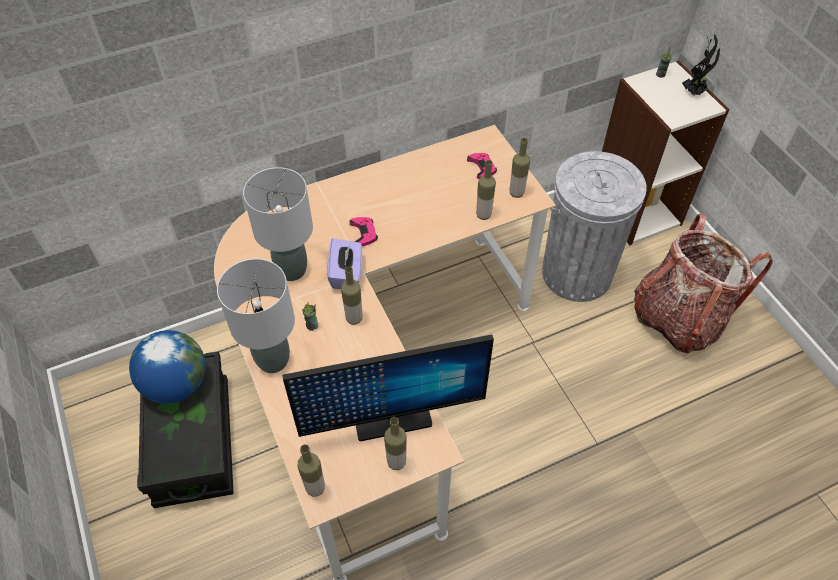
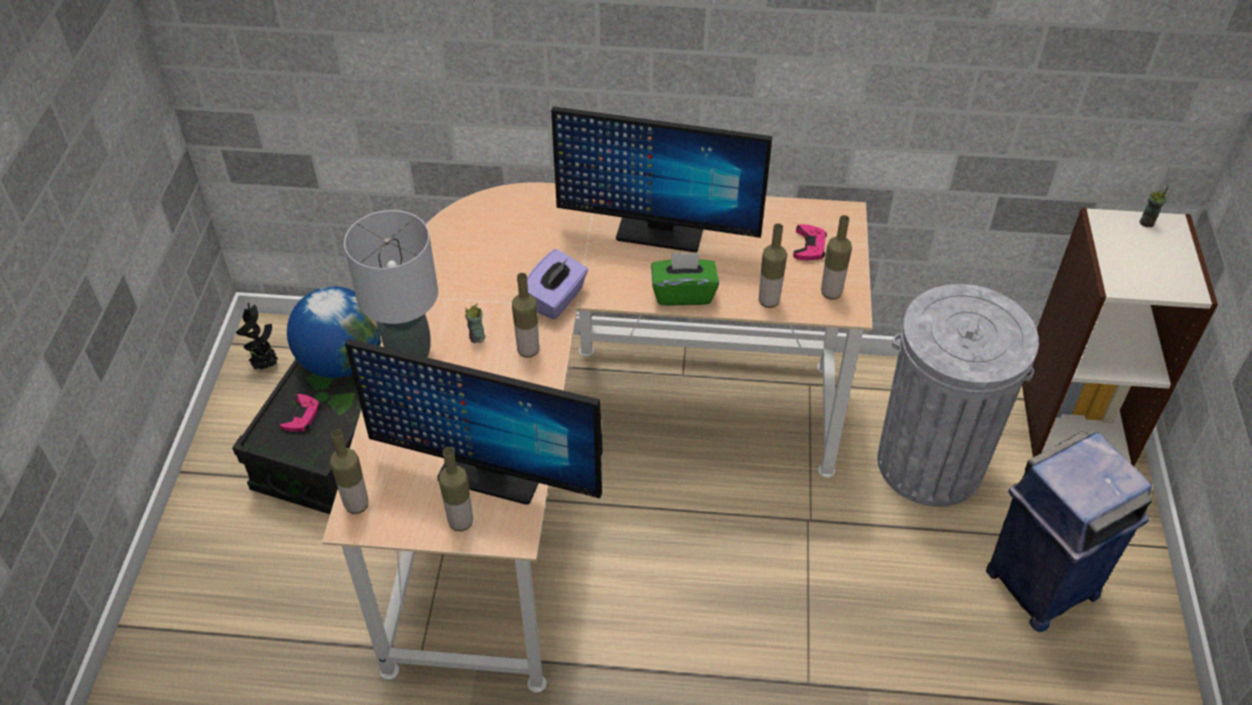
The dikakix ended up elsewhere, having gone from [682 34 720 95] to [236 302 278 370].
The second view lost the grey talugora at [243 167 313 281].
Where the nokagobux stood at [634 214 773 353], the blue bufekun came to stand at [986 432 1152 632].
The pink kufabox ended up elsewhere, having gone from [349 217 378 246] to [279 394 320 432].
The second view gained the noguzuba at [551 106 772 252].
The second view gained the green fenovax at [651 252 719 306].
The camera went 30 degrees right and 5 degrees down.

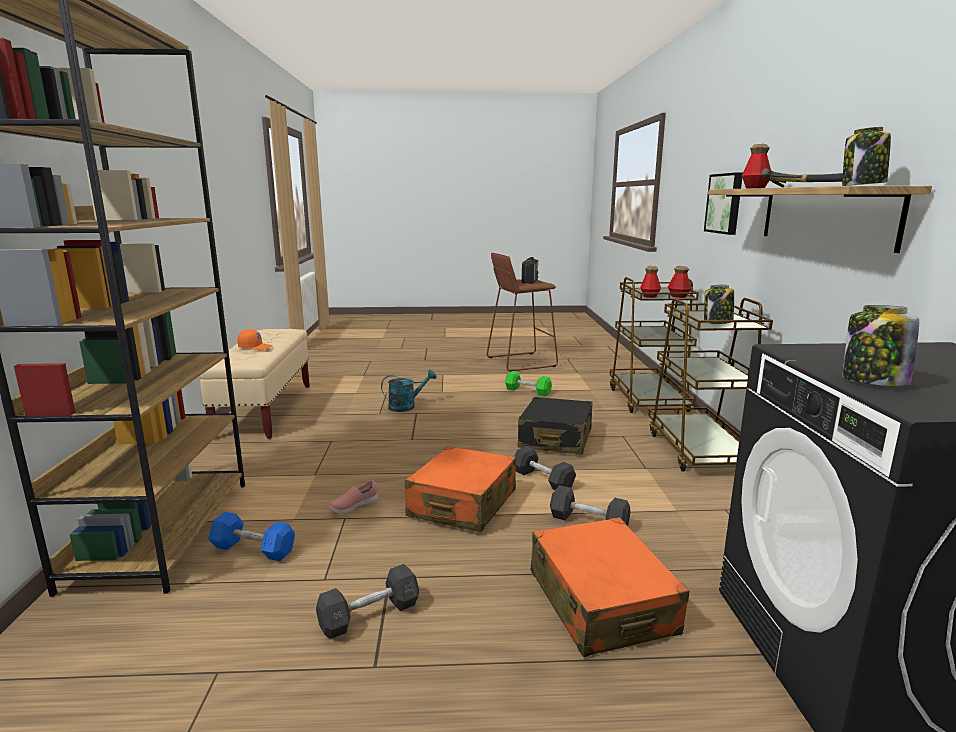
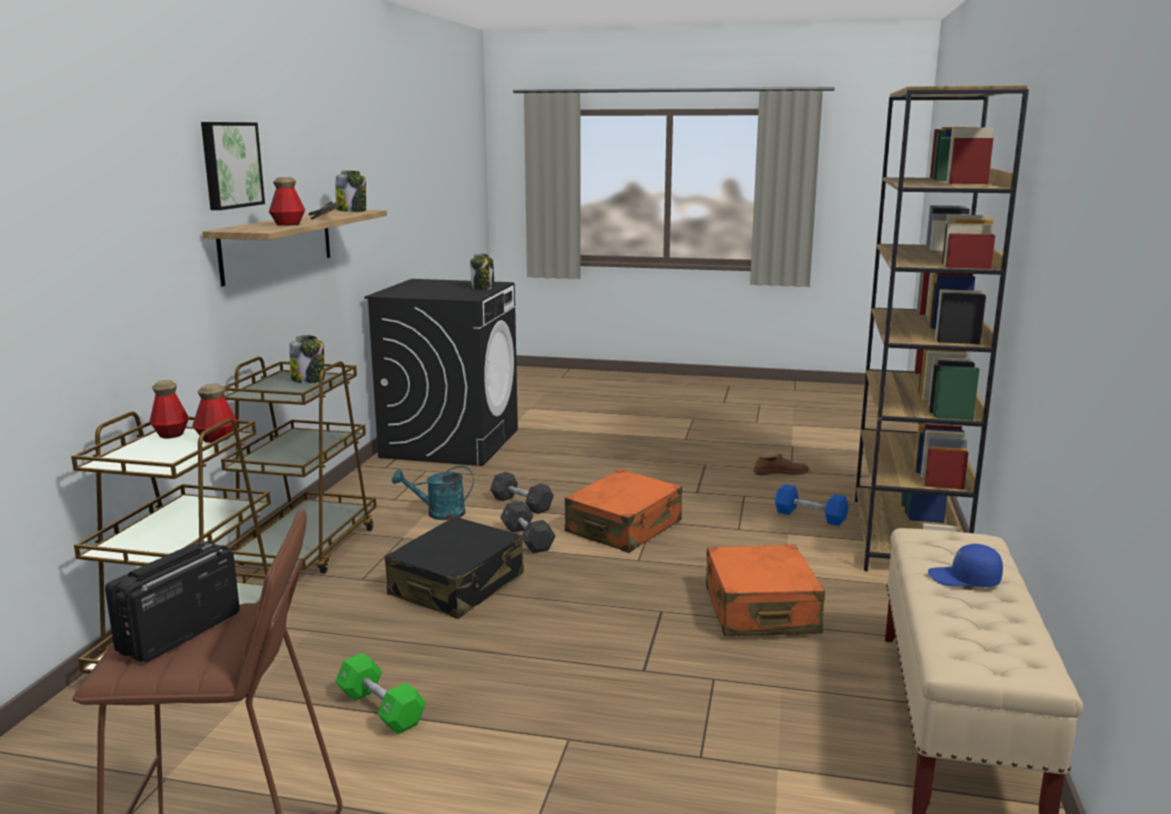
The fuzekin ended up elsewhere, having gone from [704 172 743 235] to [201 122 265 210].
What was the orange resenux at [238 329 273 350] turned into the blue resenux at [928 544 1003 587].
The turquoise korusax ended up elsewhere, having gone from [381 369 437 412] to [392 465 474 520].
The second view lost the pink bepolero at [329 480 378 514].
The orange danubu ended up elsewhere, having gone from [531 517 689 657] to [706 544 825 636].
The second view lost the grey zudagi at [316 564 419 639].
The second view gained the brown bepolero at [753 454 809 475].
The camera went 165 degrees left and 0 degrees up.

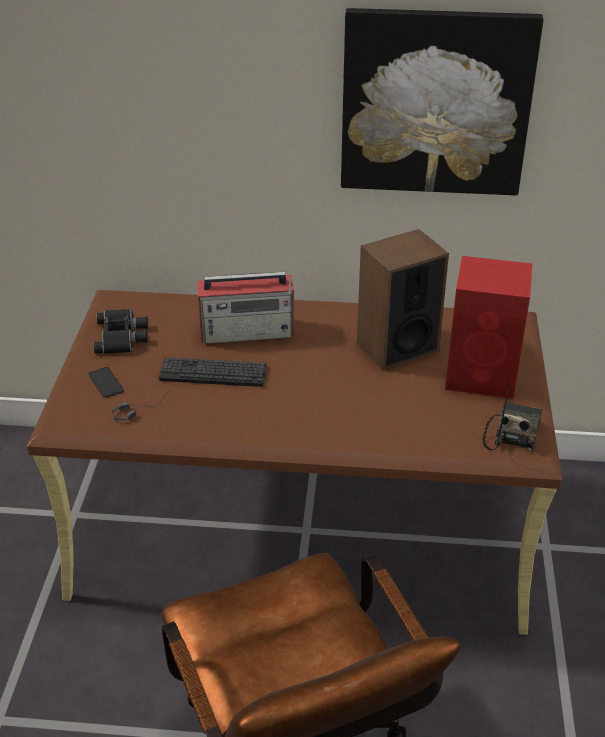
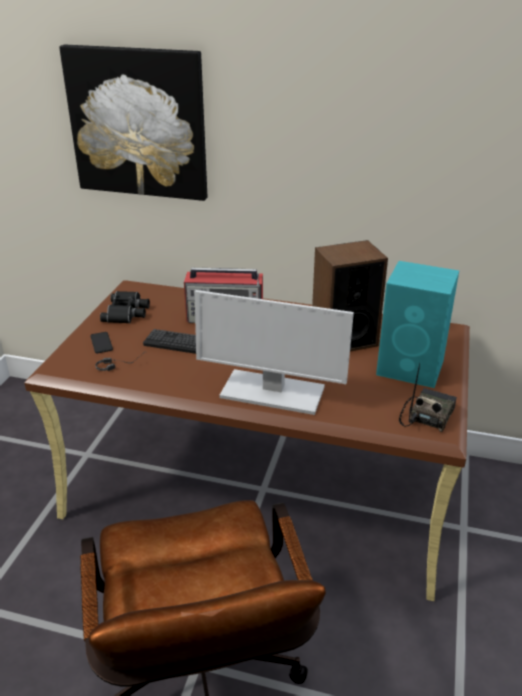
The fuzekin ended up elsewhere, having gone from [341 8 543 196] to [59 45 207 201].
What was the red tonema at [445 256 532 399] turned into the turquoise tonema at [376 261 459 388].
The second view gained the noguzuba at [195 290 354 415].
The camera went 10 degrees right and 5 degrees down.

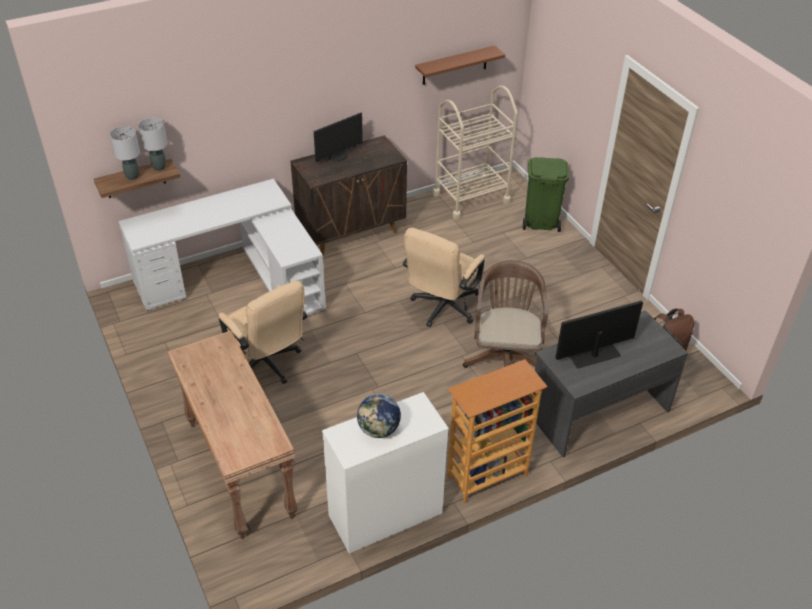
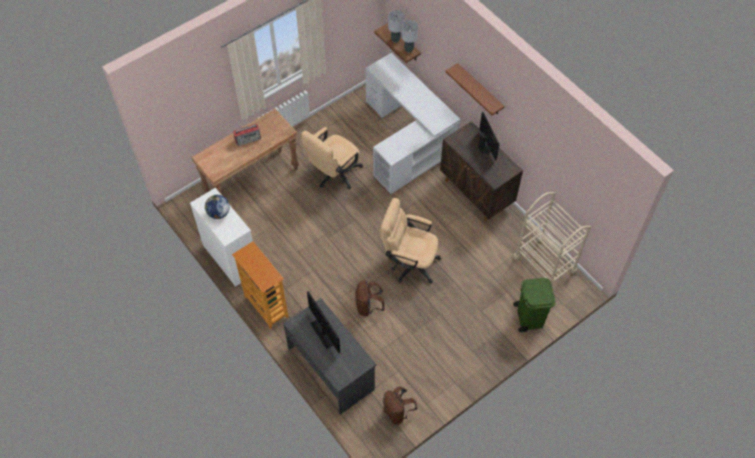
The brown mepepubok ended up elsewhere, having gone from [415 45 505 85] to [445 63 505 115].
The noguzuba at [314 112 363 162] ended up facing another way, 150 degrees counterclockwise from before.
Where the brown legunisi stood at [463 260 548 368], the brown nokagobux came to stand at [355 280 385 317].
The second view gained the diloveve at [233 124 261 146].
The camera went 80 degrees right and 15 degrees up.

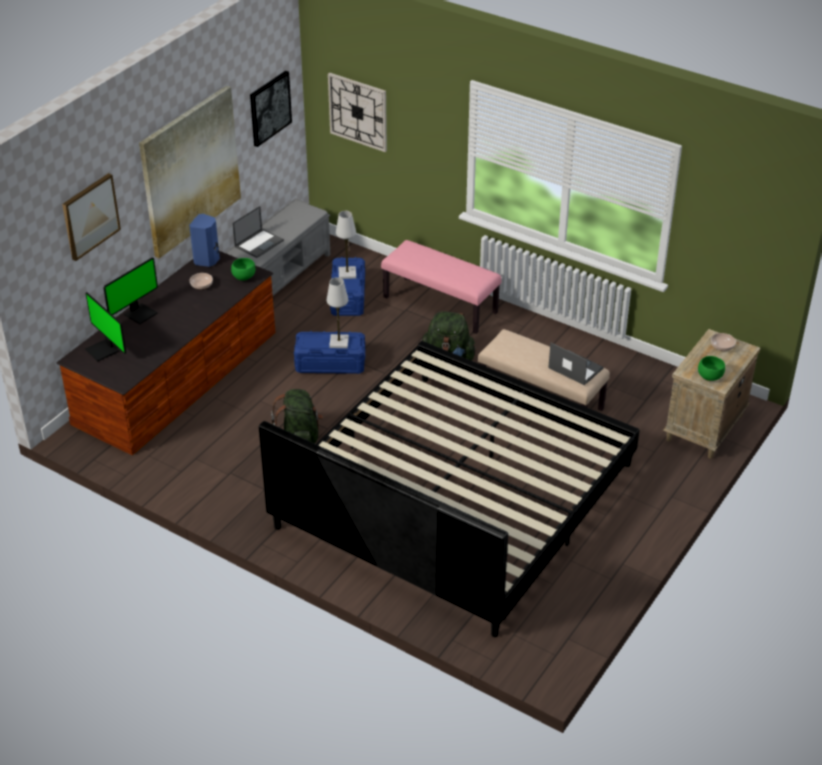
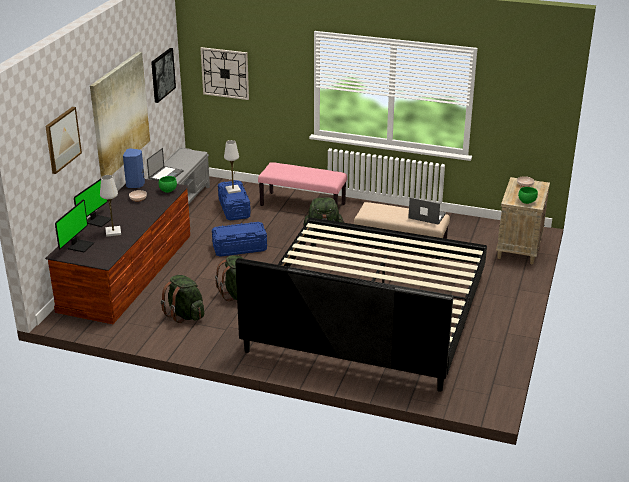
The white talugora ended up elsewhere, having gone from [327 277 349 348] to [100 175 121 237].
The noguzuba at [85 292 126 361] ended up facing another way, 105 degrees counterclockwise from before.
The second view gained the green nokagobux at [161 275 204 323].
The camera went 15 degrees left and 10 degrees down.

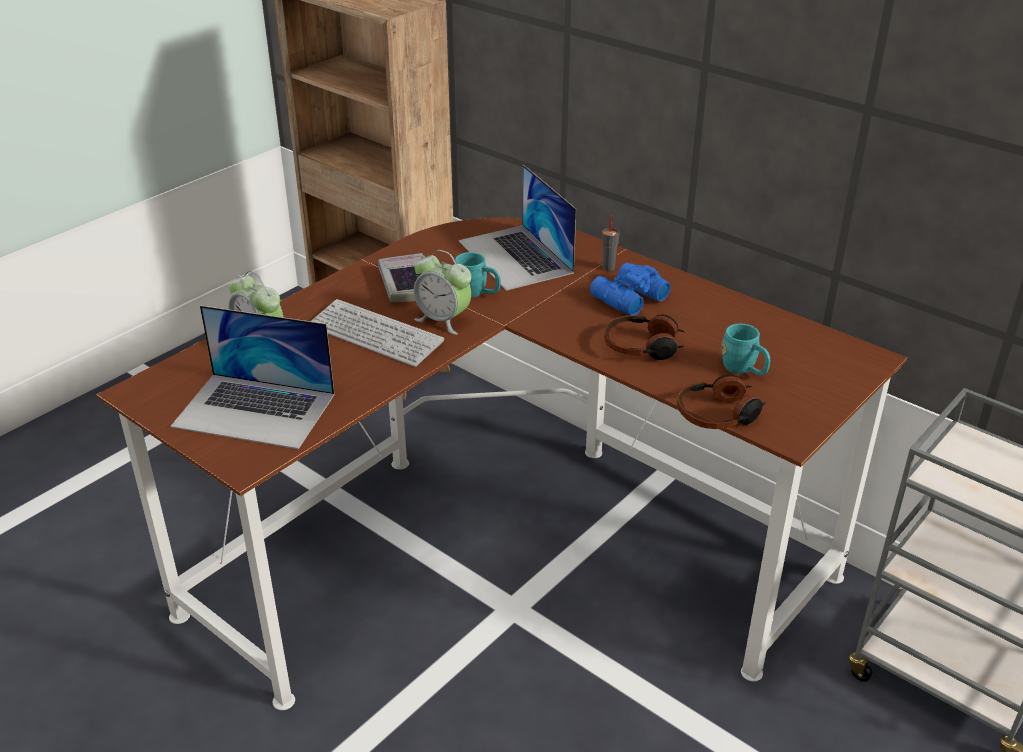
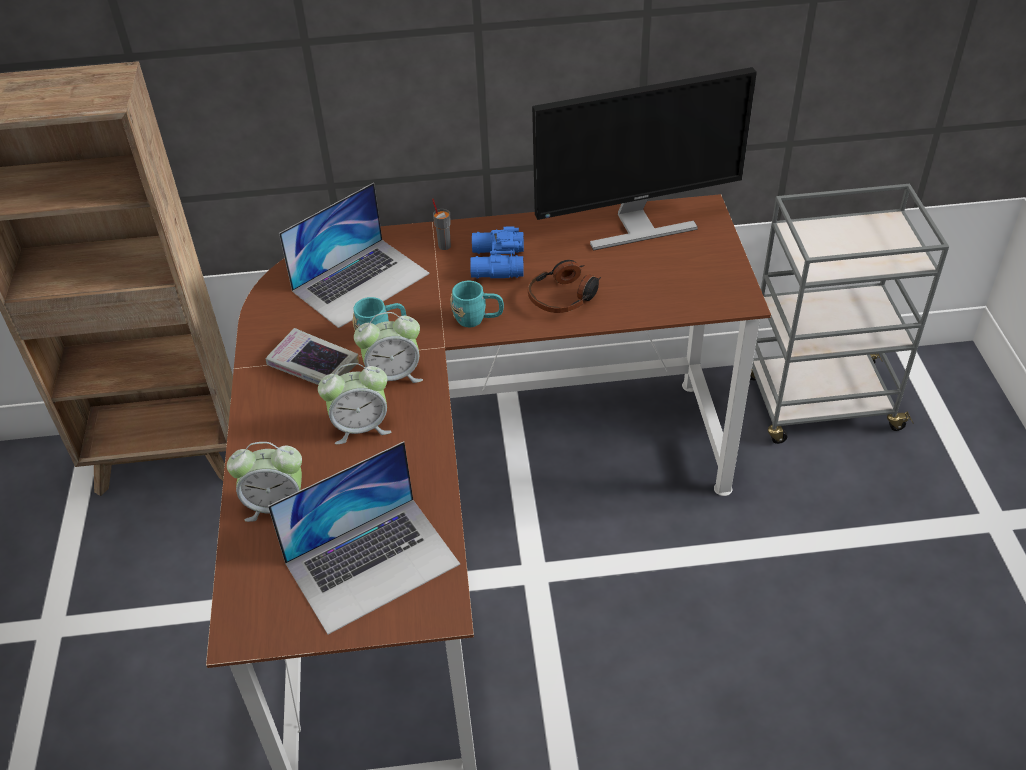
The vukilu at [459 165 576 291] ended up facing another way, 60 degrees counterclockwise from before.
Where the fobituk stood at [311 299 444 367], the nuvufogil came to stand at [318 363 392 444].
The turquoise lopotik ended up elsewhere, having gone from [721 324 770 375] to [450 281 504 327].
The second view lost the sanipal at [677 374 767 429].
The second view gained the noguzuba at [532 67 757 251].
The camera went 45 degrees left and 10 degrees up.

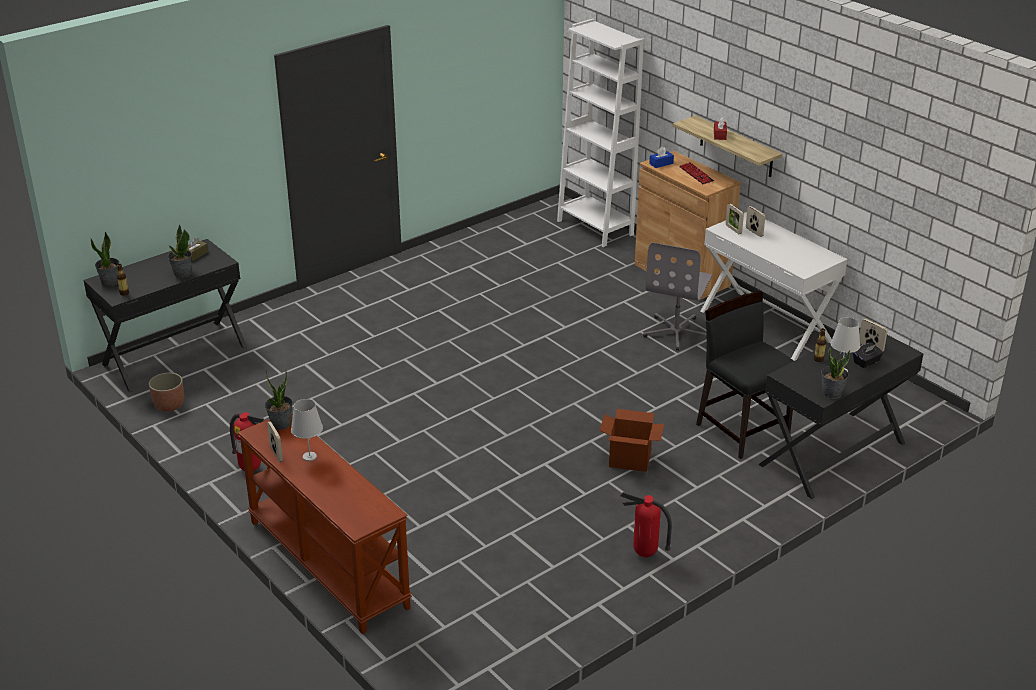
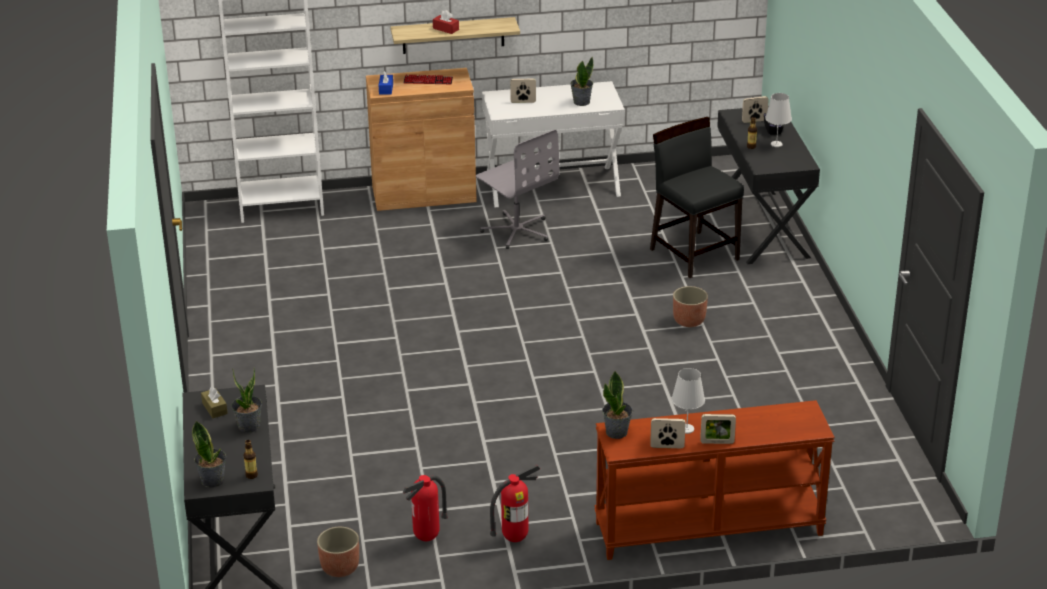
The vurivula ended up elsewhere, having gone from [726 203 744 234] to [700 414 736 444].
The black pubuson at [696 291 794 459] ended up facing another way, 60 degrees clockwise from before.
The dikakix ended up elsewhere, having gone from [821 347 850 399] to [570 56 593 106].
Where the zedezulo stood at [600 409 664 472], the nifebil came to stand at [673 286 708 327].
The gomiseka ended up elsewhere, having gone from [620 492 672 557] to [403 475 448 541].
The camera went 60 degrees left and 0 degrees up.

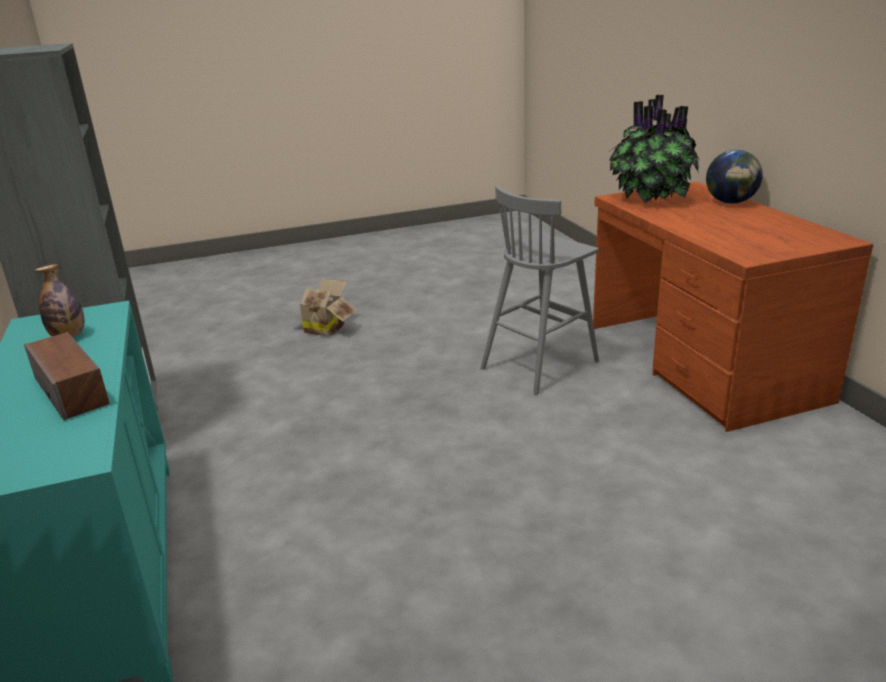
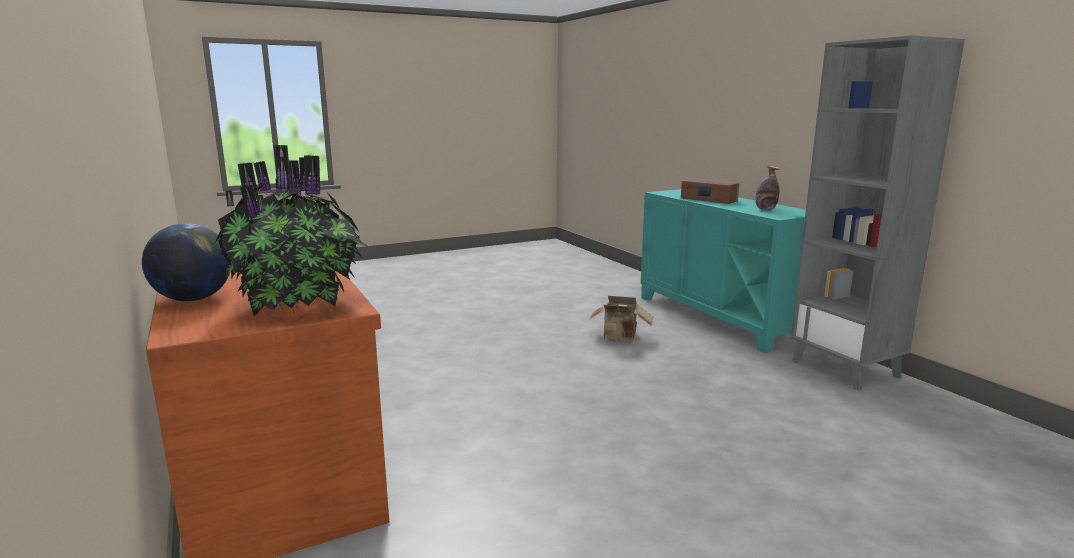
The second view lost the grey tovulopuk at [481 186 599 395].
The zedezulo ended up elsewhere, having gone from [292 278 357 337] to [589 296 653 341].
The camera went 170 degrees right and 10 degrees down.

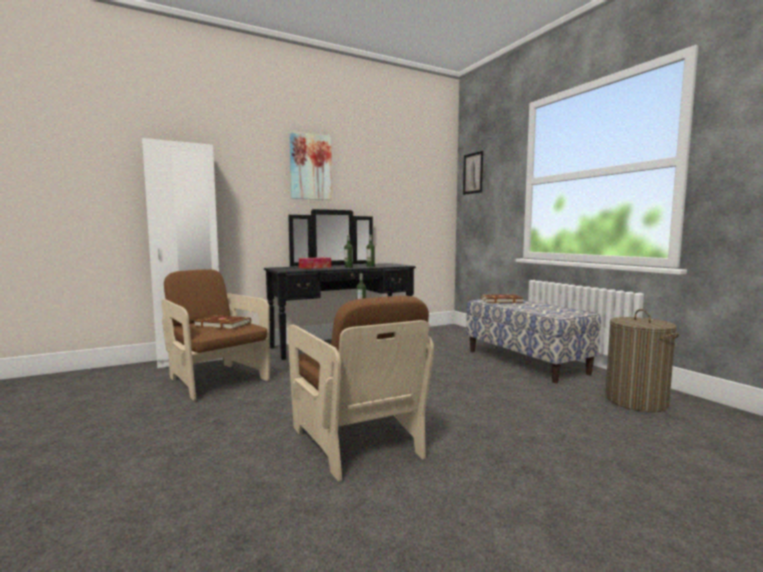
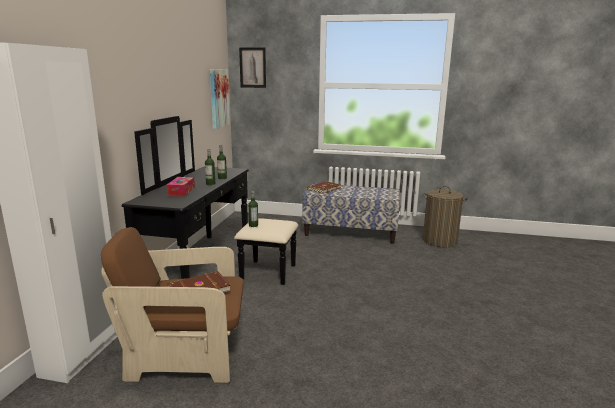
The fuzekin ended up elsewhere, having gone from [289 131 332 200] to [210 69 230 129].
The second view lost the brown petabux at [288 296 434 482].
The camera went 50 degrees left and 10 degrees up.

